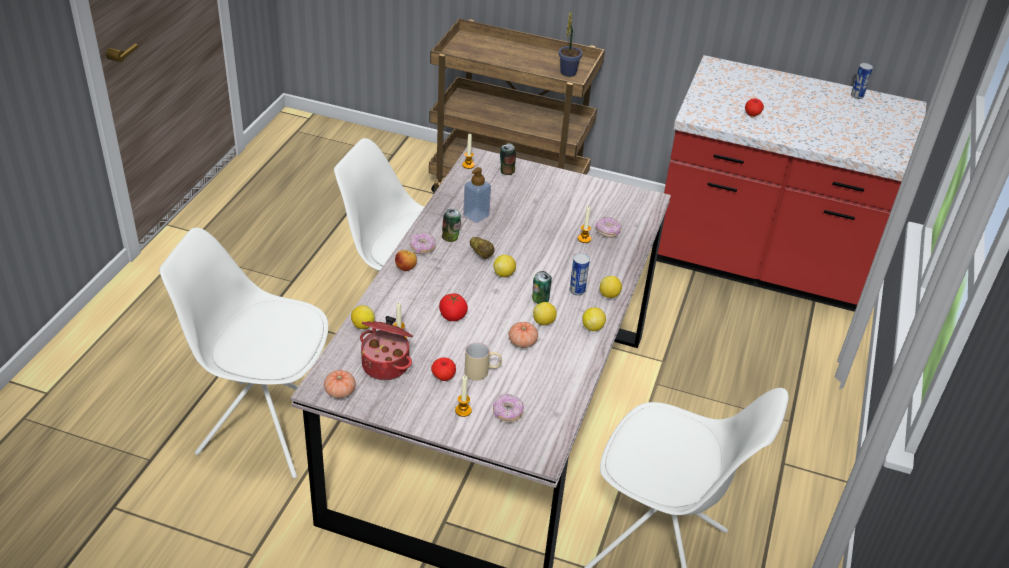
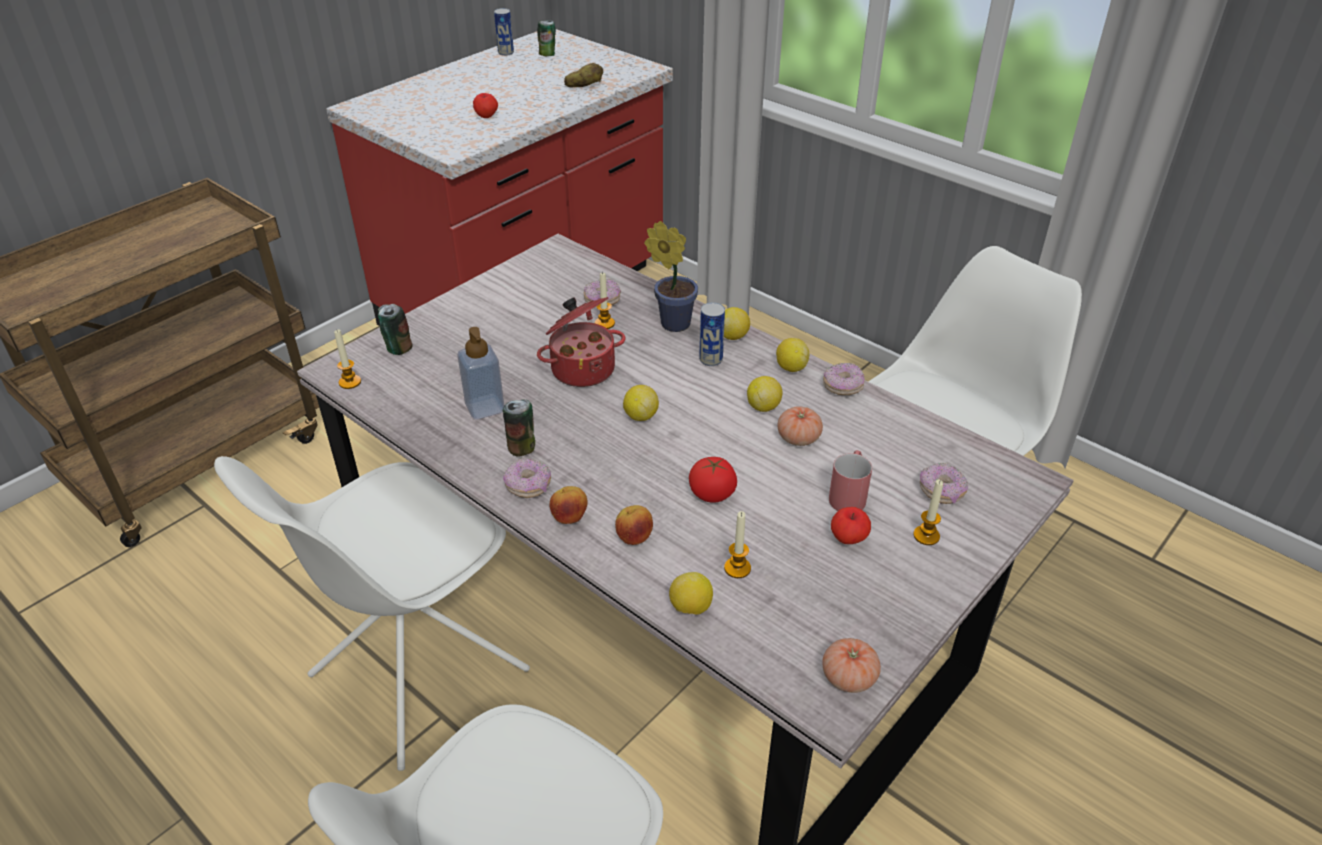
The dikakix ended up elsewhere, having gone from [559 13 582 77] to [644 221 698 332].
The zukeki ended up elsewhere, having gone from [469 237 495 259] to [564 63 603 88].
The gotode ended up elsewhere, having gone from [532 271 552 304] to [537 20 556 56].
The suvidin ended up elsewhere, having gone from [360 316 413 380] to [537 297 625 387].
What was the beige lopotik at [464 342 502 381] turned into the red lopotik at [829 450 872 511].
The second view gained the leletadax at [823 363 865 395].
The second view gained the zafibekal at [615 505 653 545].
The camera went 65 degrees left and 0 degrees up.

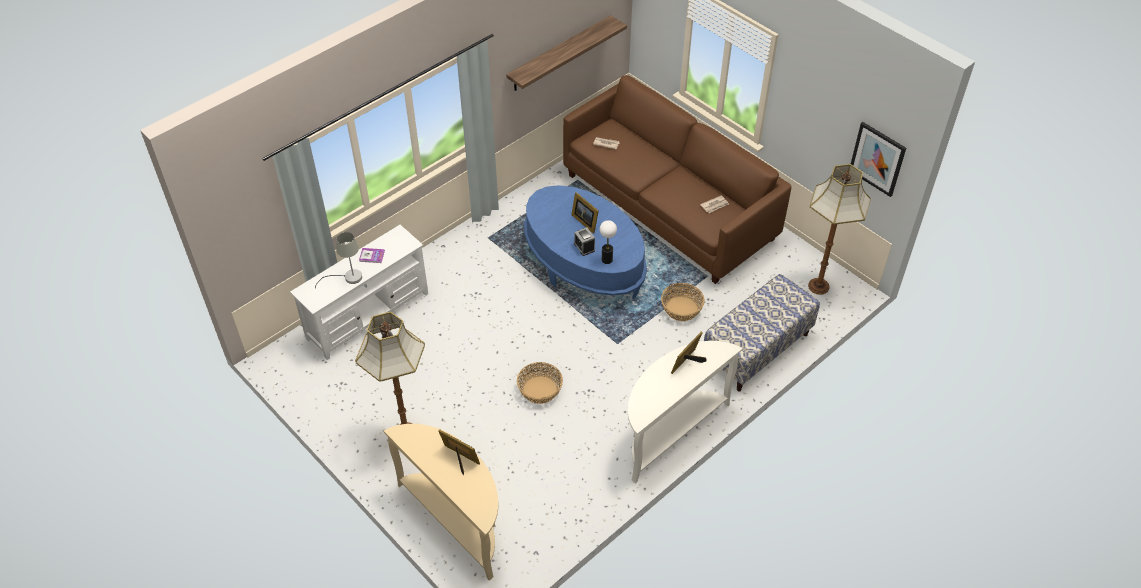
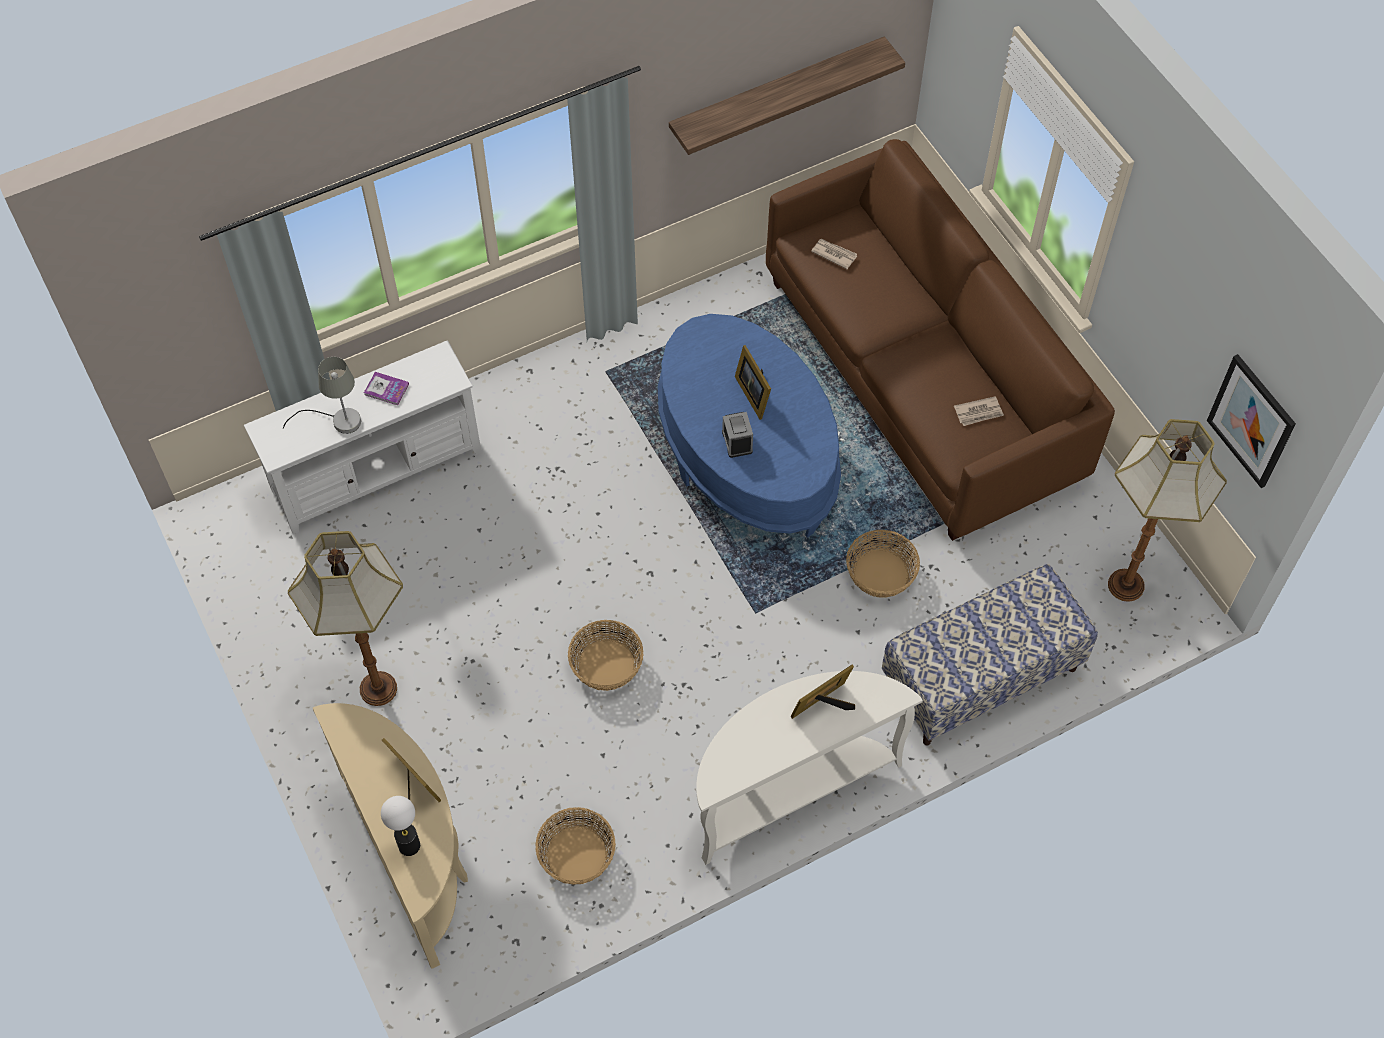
The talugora ended up elsewhere, having gone from [600 220 617 264] to [381 796 420 856].
The second view gained the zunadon at [535 807 616 885].
The camera went 15 degrees right and 10 degrees up.

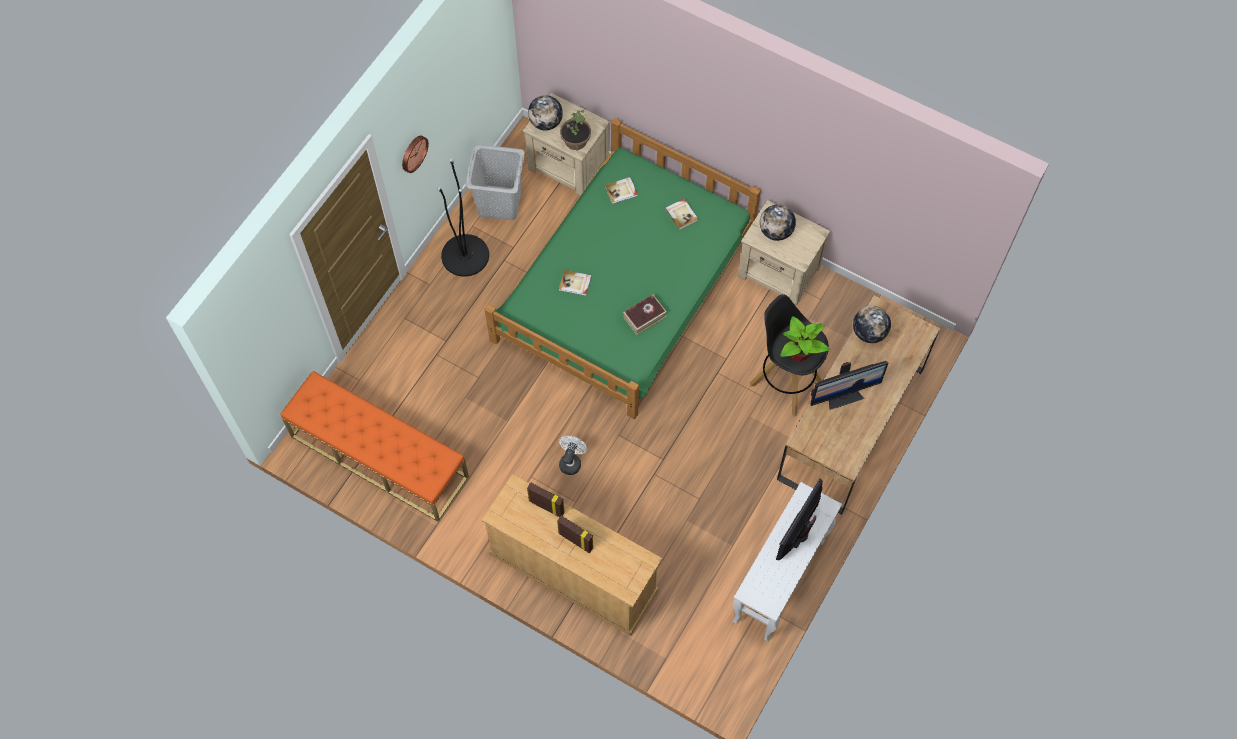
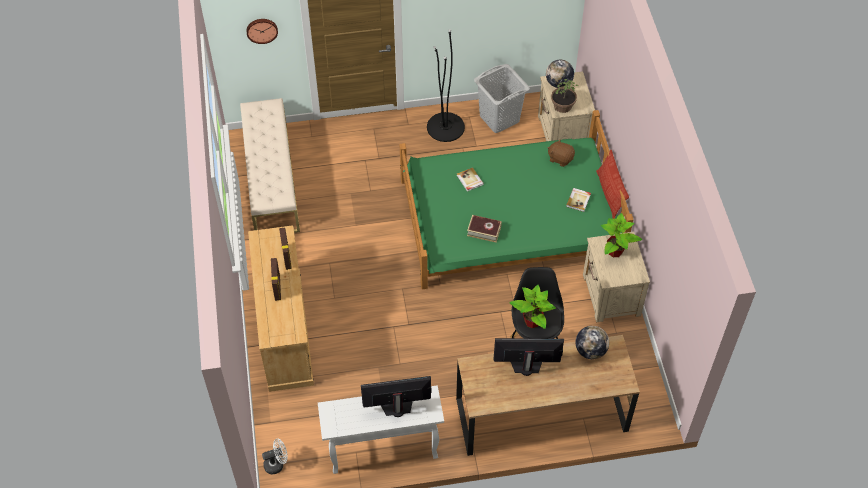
The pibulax ended up elsewhere, having gone from [402 136 429 173] to [246 19 278 44].
Where the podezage stood at [605 177 638 204], the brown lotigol came to stand at [548 140 575 167].
Where the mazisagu stood at [760 204 796 241], the dikakix came to stand at [600 213 643 257].
The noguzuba at [810 361 888 410] ended up facing another way, 150 degrees clockwise from before.
What was the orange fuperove at [280 371 469 522] turned into the beige fuperove at [240 98 300 233].
The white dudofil ended up elsewhere, having gone from [559 436 587 475] to [262 439 288 474].
The second view gained the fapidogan at [596 150 629 219].
The camera went 50 degrees right and 10 degrees down.

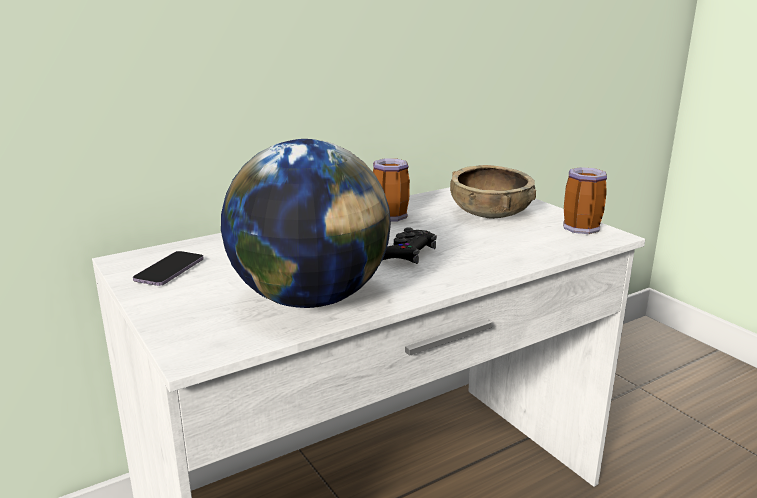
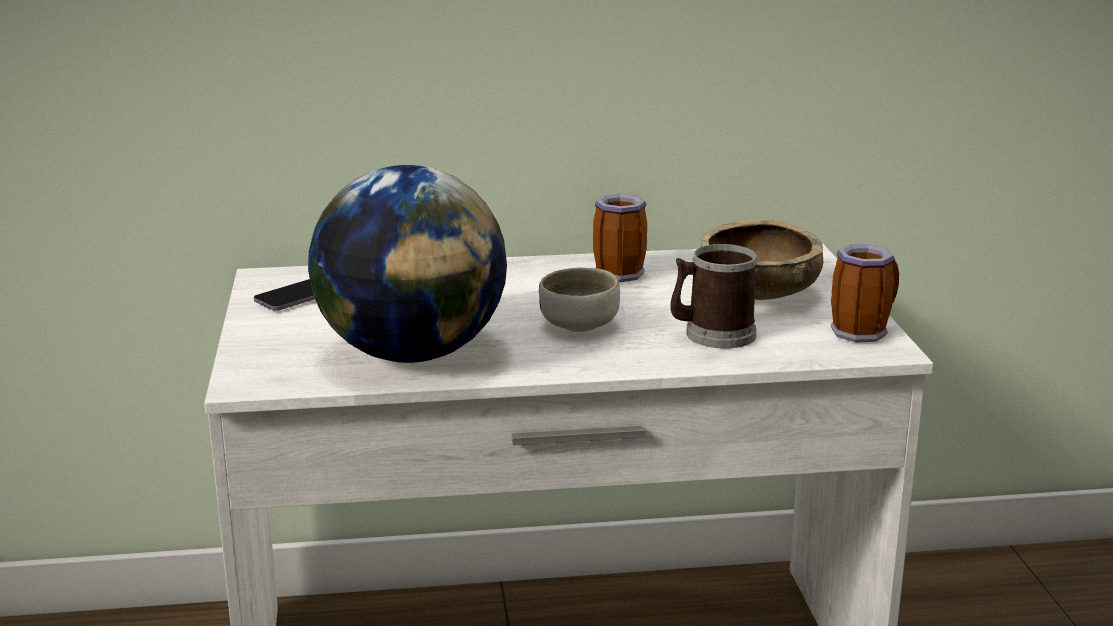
Where the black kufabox stood at [383 227 437 264], the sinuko came to stand at [539 268 620 332].
The second view gained the lopotik at [671 244 757 348].
The camera went 25 degrees right and 0 degrees up.

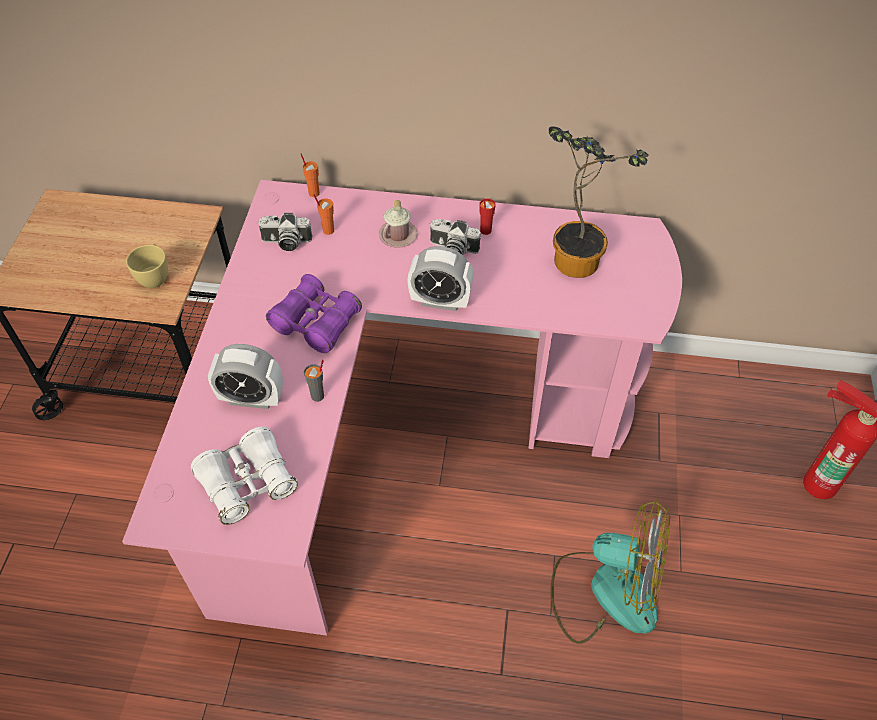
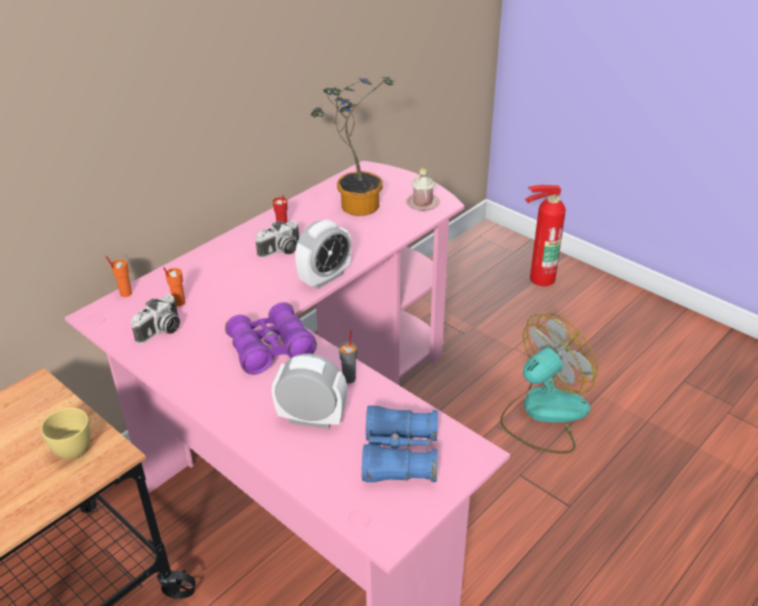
The pink lopotik ended up elsewhere, having gone from [379 200 418 248] to [406 168 440 211].
The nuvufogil at [208 344 283 409] ended up facing another way, 120 degrees counterclockwise from before.
What was the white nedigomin at [191 427 298 525] turned into the blue nedigomin at [362 405 438 482].
The camera went 55 degrees left and 15 degrees down.

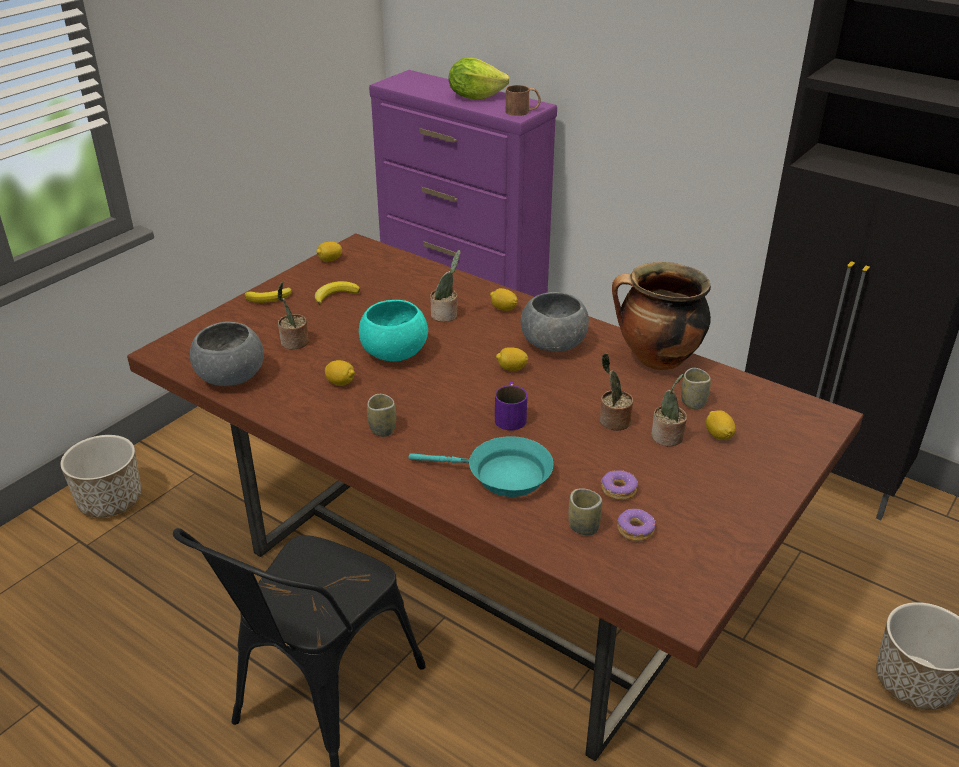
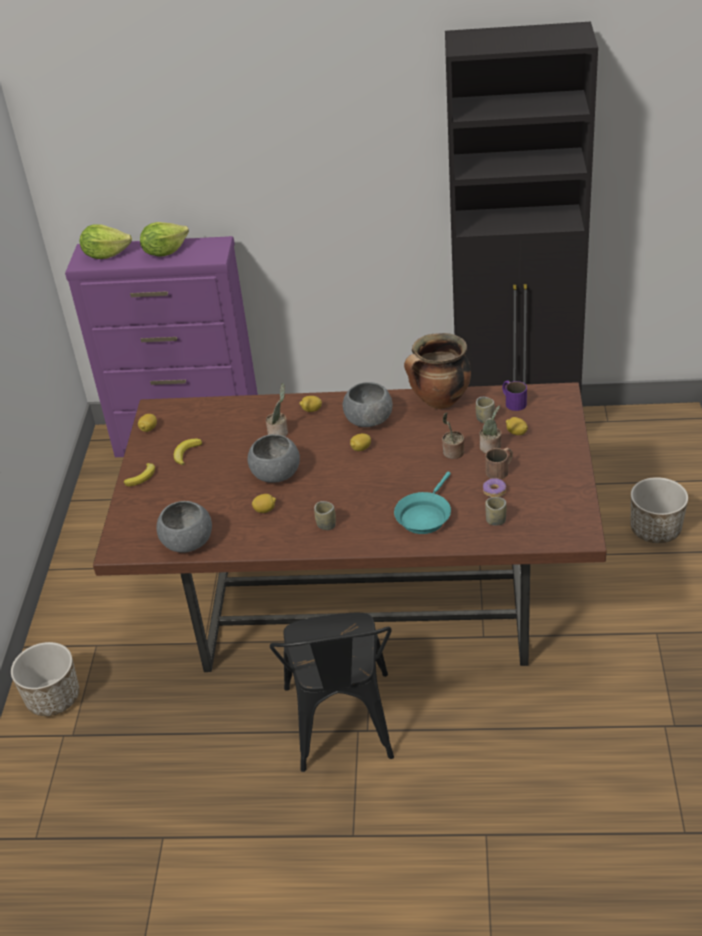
The brown lopotik ended up elsewhere, having gone from [506 85 541 116] to [485 448 513 480].
The second view lost the dikakix at [277 282 309 349].
What was the turquoise sinuko at [359 300 428 362] turned into the grey sinuko at [248 434 300 483].
The purple lopotik ended up elsewhere, having gone from [495 382 527 430] to [502 381 527 411].
The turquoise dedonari at [408 436 553 497] ended up facing another way, 135 degrees clockwise from before.
The second view lost the leletadax at [617 509 656 541].
The second view gained the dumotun at [80 224 132 259].
The camera went 30 degrees left and 5 degrees up.

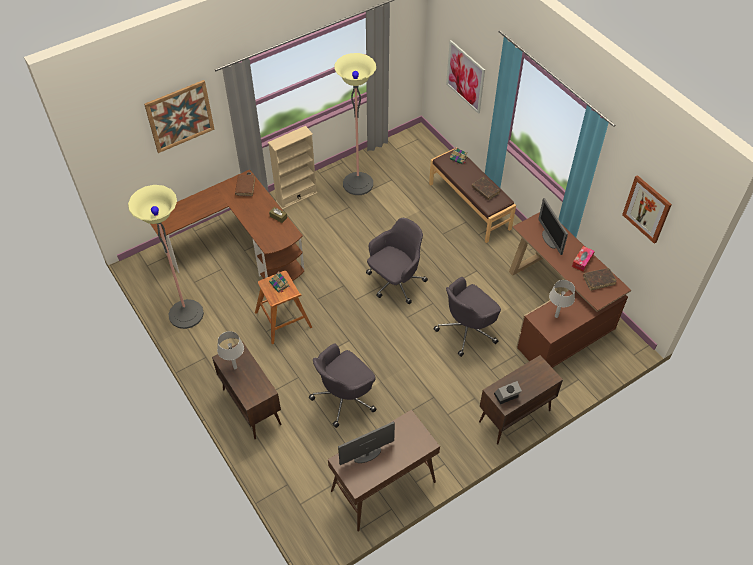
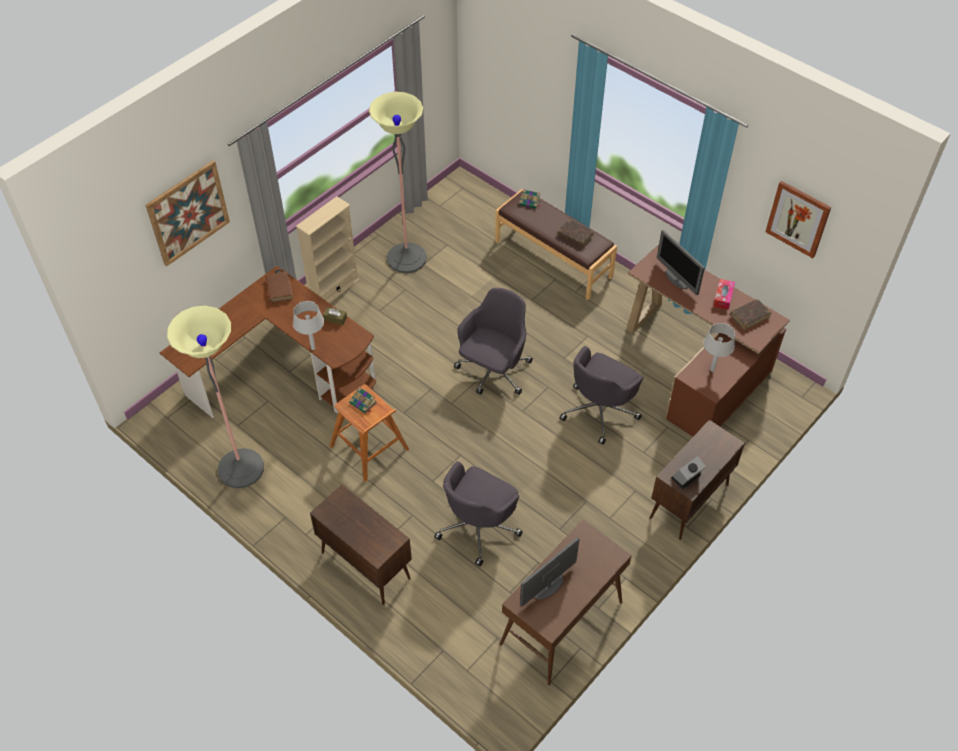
The second view lost the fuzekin at [446 40 485 114].
The grey talugora ended up elsewhere, having gone from [217 331 244 369] to [293 301 324 350].
The camera went 15 degrees left and 0 degrees up.

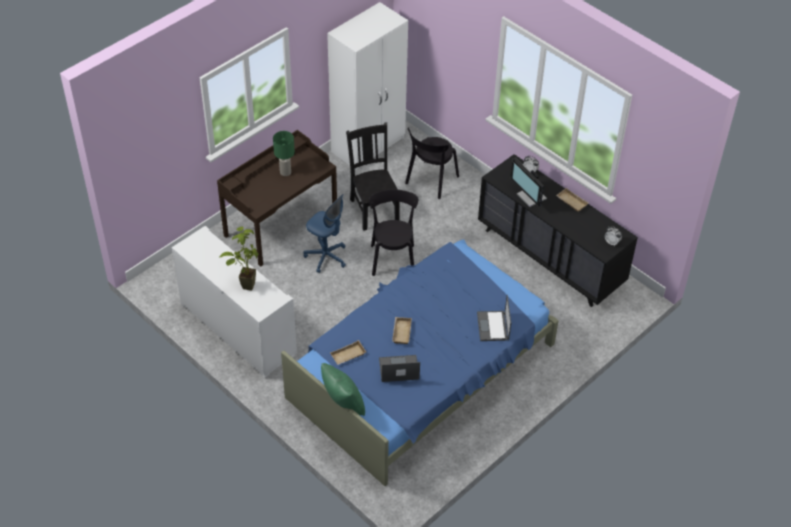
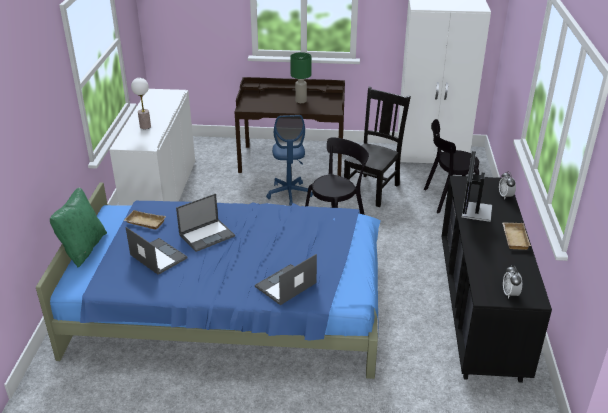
Where the dikakix stood at [219 227 259 291], the talugora came to stand at [131 78 151 129].
Where the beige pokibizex stood at [392 317 412 344], the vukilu came to stand at [176 194 235 252].
The camera went 50 degrees right and 15 degrees down.

